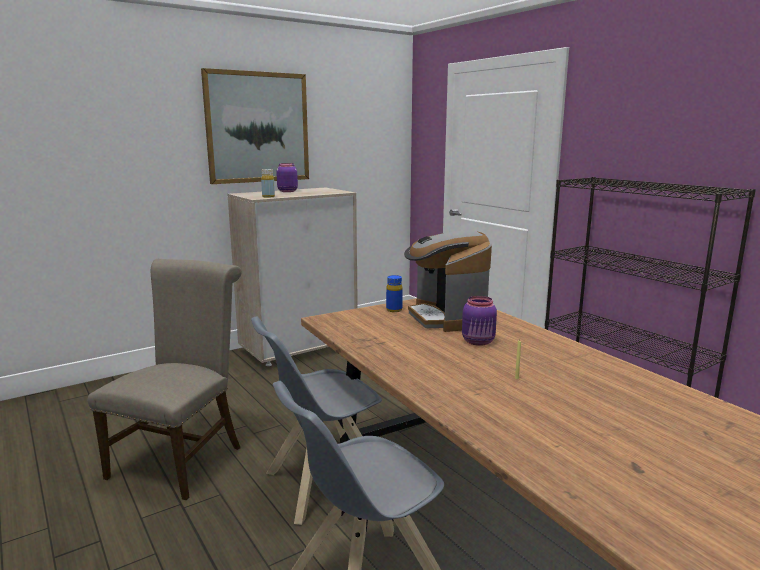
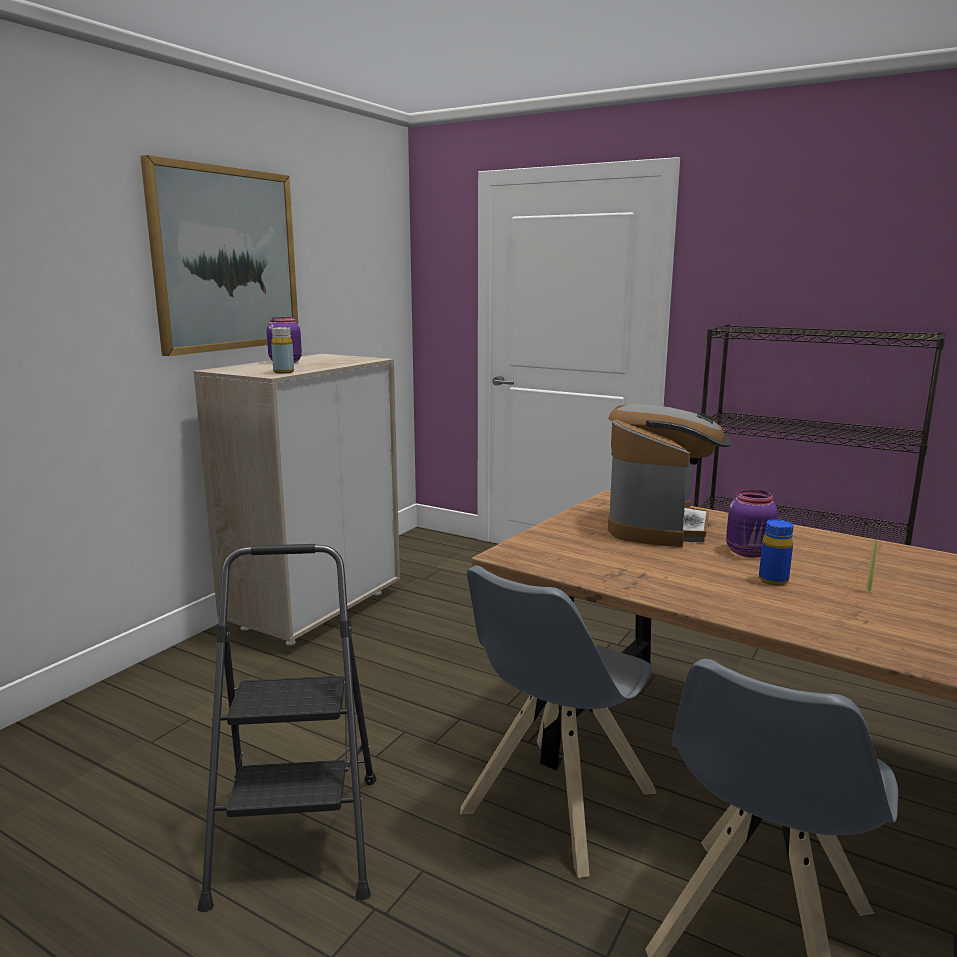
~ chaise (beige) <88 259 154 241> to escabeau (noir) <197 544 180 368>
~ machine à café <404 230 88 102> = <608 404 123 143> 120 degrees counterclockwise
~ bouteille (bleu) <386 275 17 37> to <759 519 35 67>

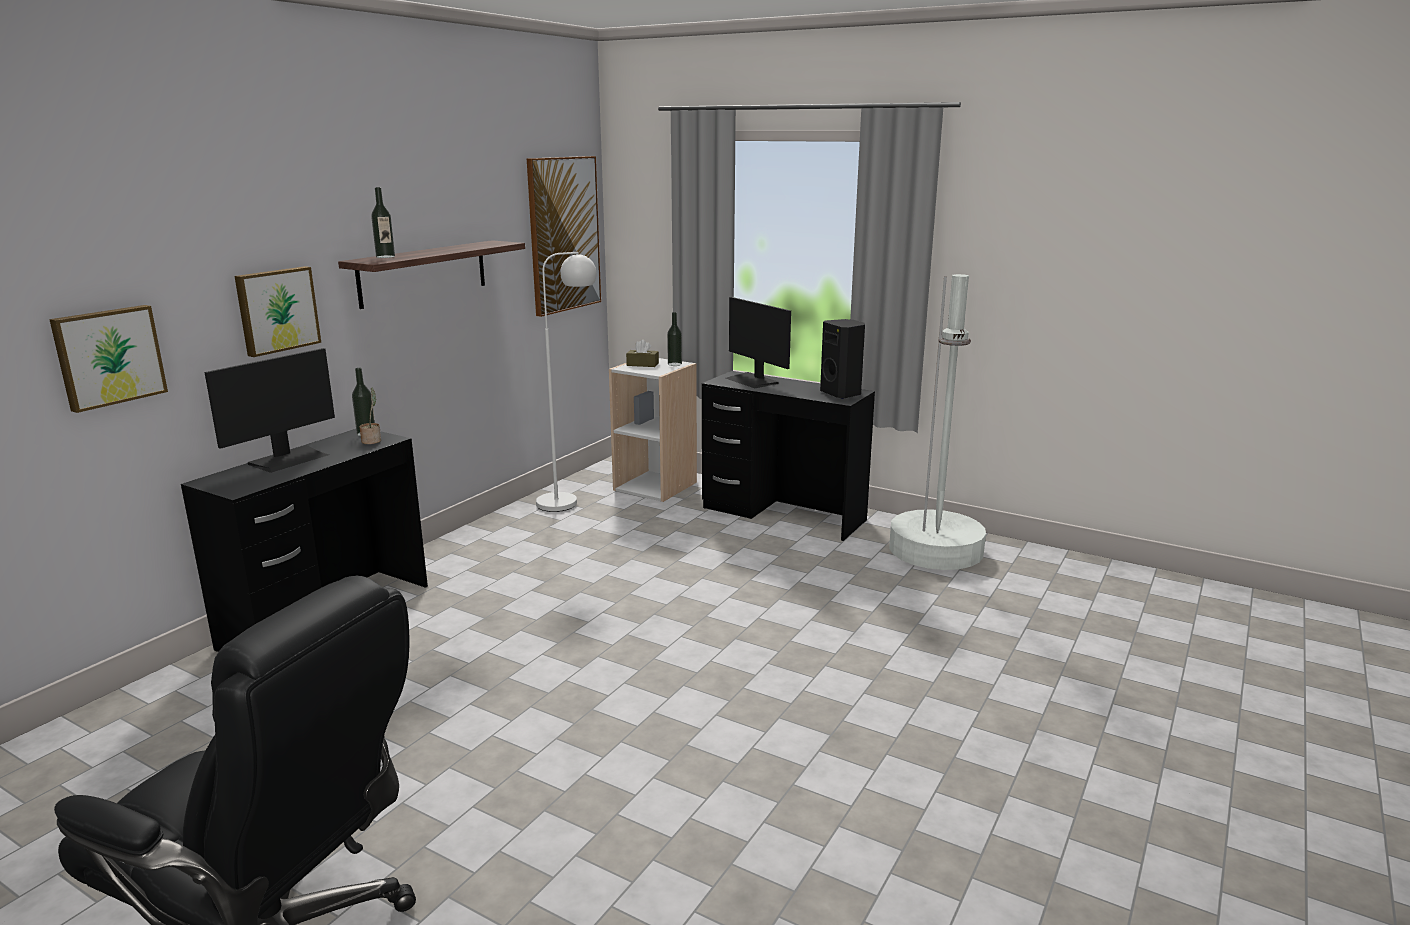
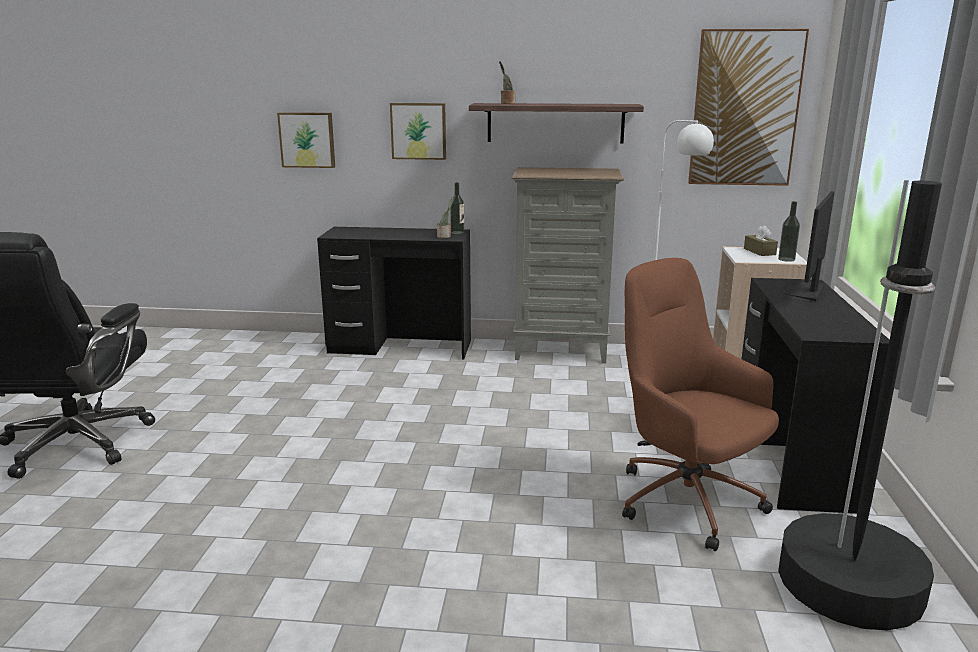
~ bouteille <371 187 24 71> to plante en pot <499 61 16 43>
+ commode (gris) <512 167 112 197>
+ chaise de bureau (marron) <622 258 157 293>
~ lampadaire (blanc) <889 274 97 296> to lampadaire (noir) <778 180 164 450>
- écran d'ordinateur <204 348 131 125>
- enceinte (noir) <820 319 45 80>

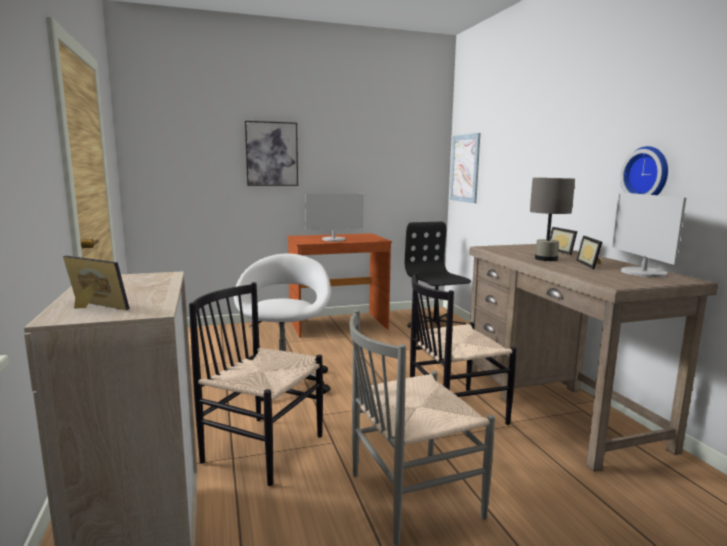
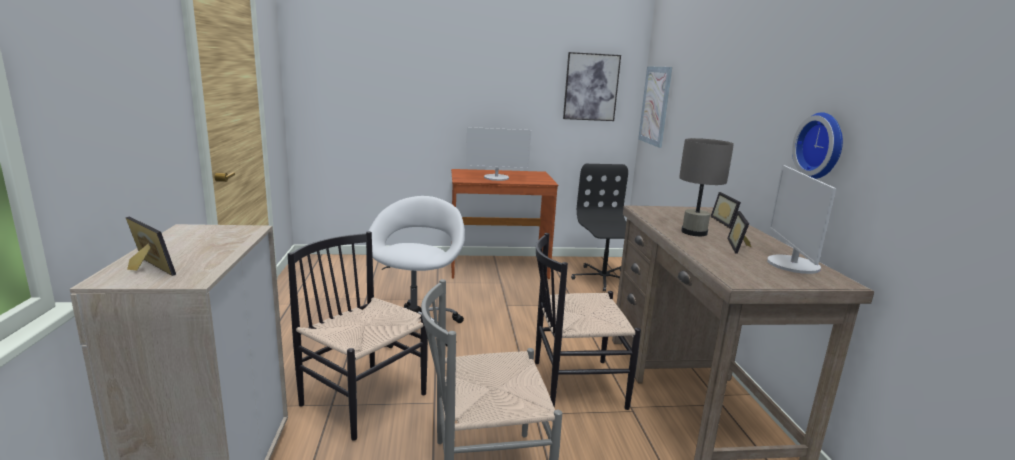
~ tableau <245 121 53 65> to <563 52 58 69>

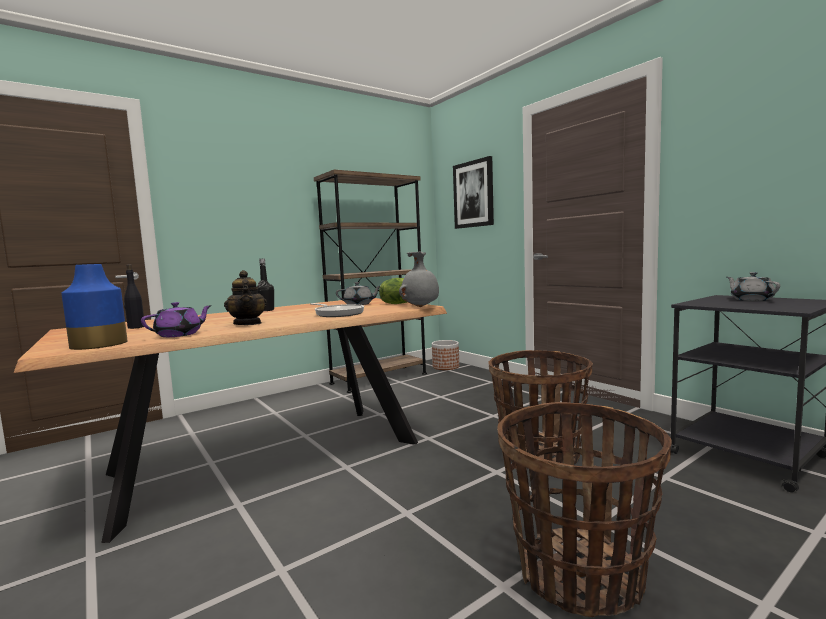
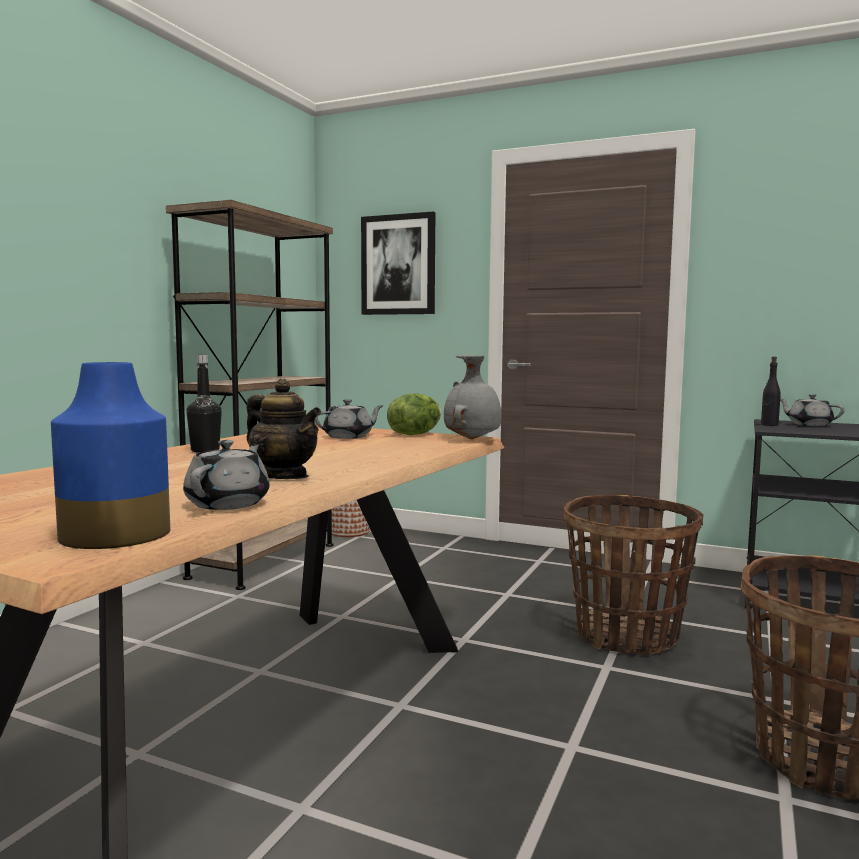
~ théière (violet) <141 302 71 35> to théière (gris) <183 440 87 70>
~ bouteille (noir) <124 264 20 65> to <761 356 20 70>
- poêle <310 303 54 14>

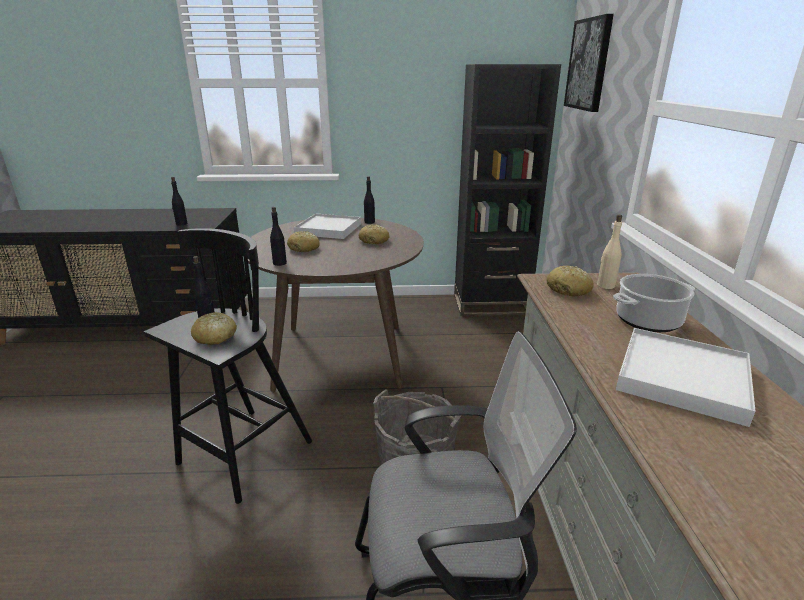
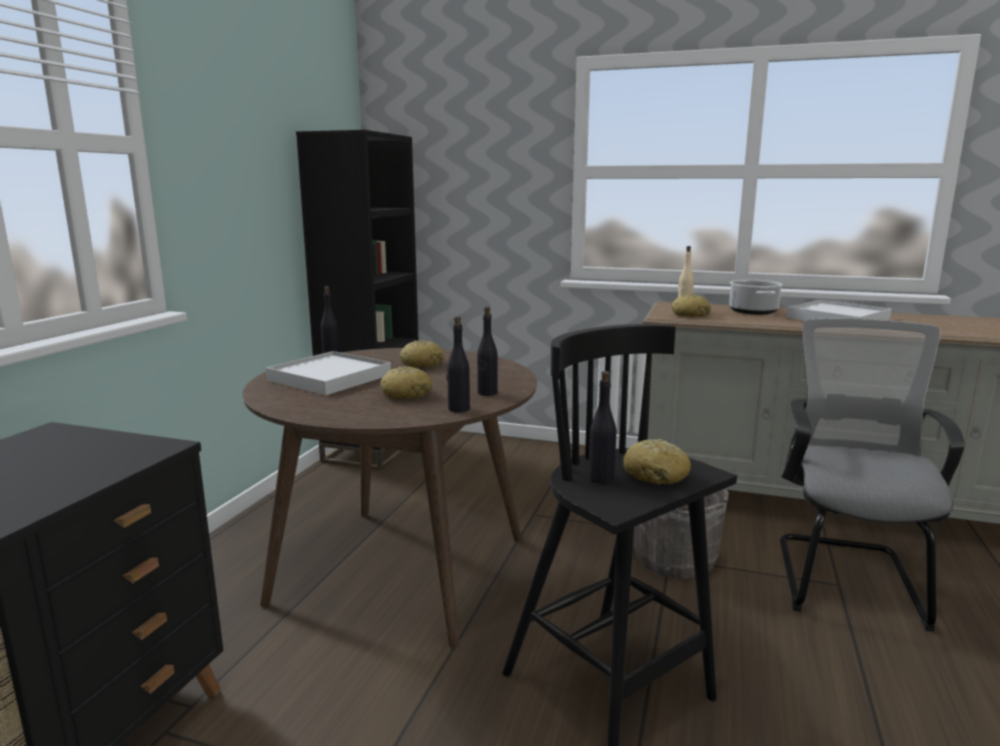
~ bouteille (noir) <171 177 16 48> to <477 307 21 89>
- tableau <564 14 50 98>

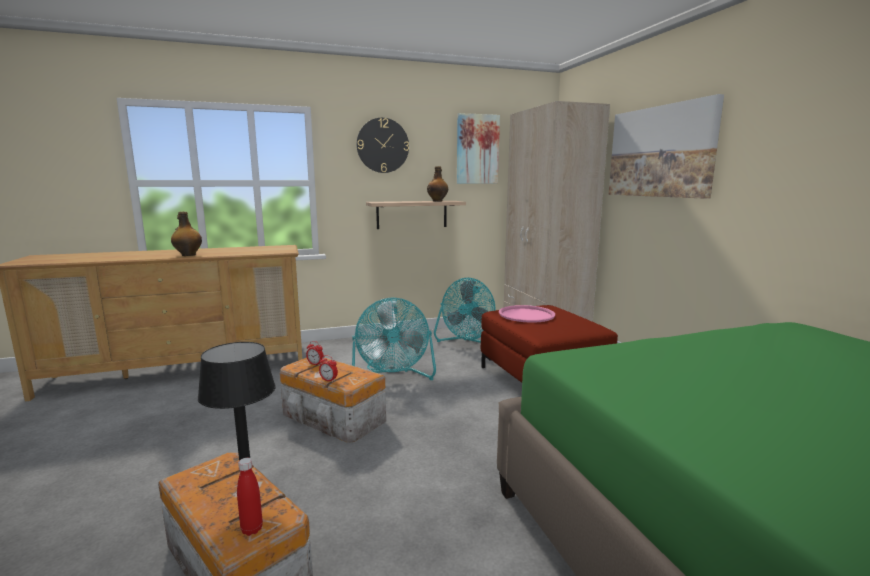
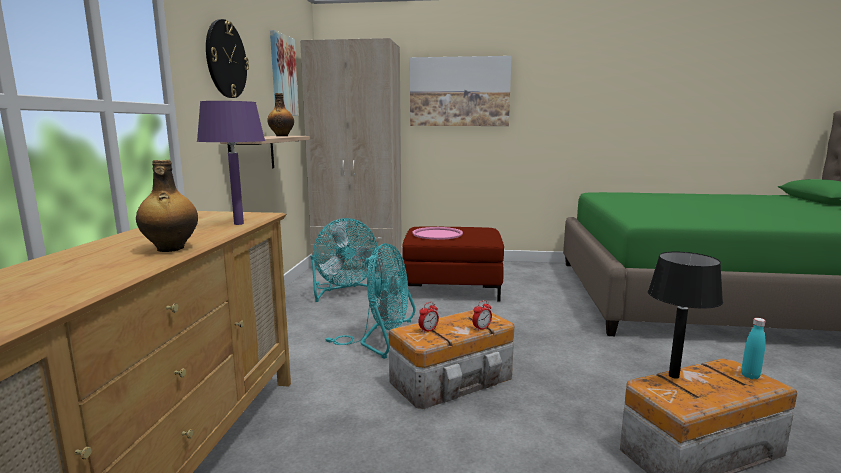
+ lampe de table (violet) <197 101 68 124>
~ bouteille (rouge) <237 458 26 78> to bouteille (turquoise) <741 318 25 61>

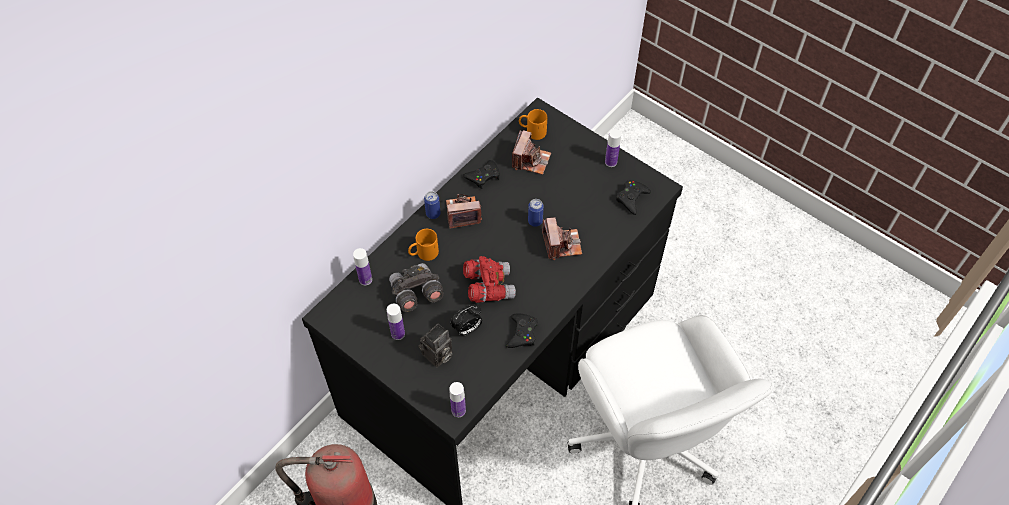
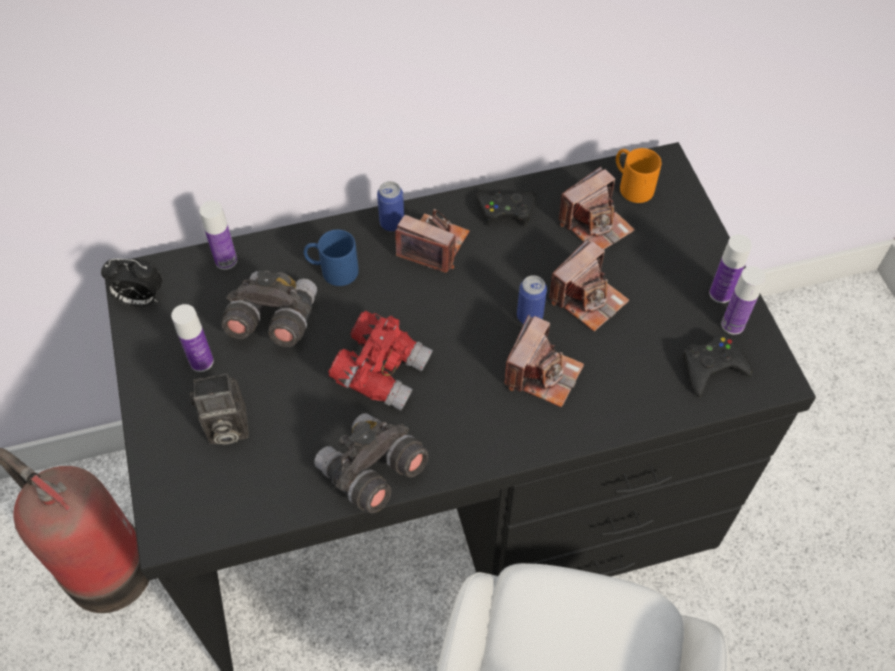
~ réveil <450 304 32 31> to <101 259 61 48>
~ mug (orange) <408 229 31 32> to mug (bleu) <304 230 55 56>
~ manette (noir) <506 313 32 35> to jumelles (gris) <314 413 115 100>
+ appareil photo <549 239 80 92>
~ bouteille <449 382 17 35> to <721 266 45 69>

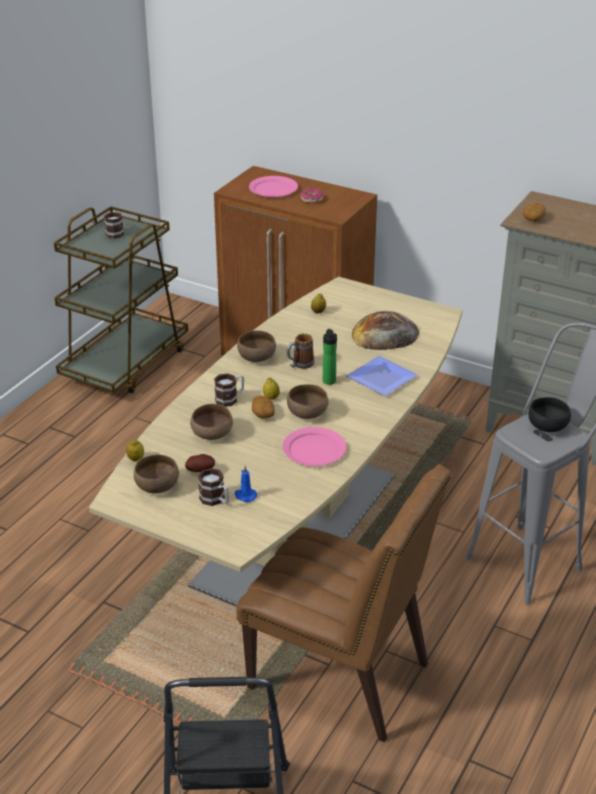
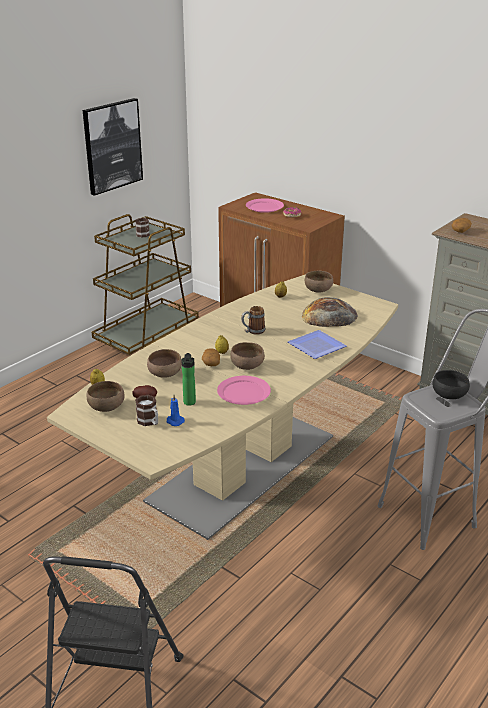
+ tableau <83 98 60 98>
~ bouteille <323 329 14 56> to <181 353 15 53>
~ bol (marron) <237 330 39 32> to <305 271 28 22>
- mug <214 373 30 34>
- chaise (marron) <236 464 215 278>

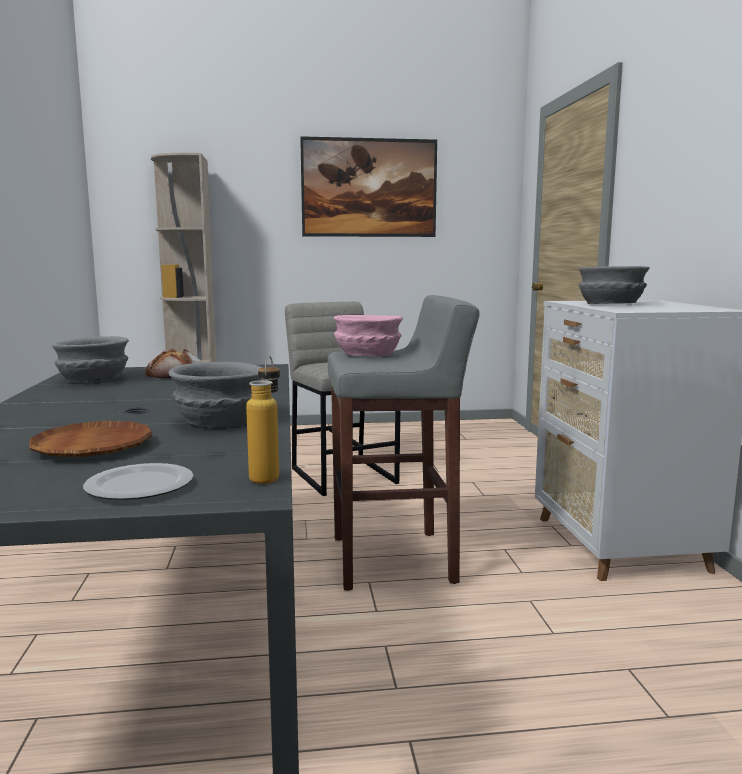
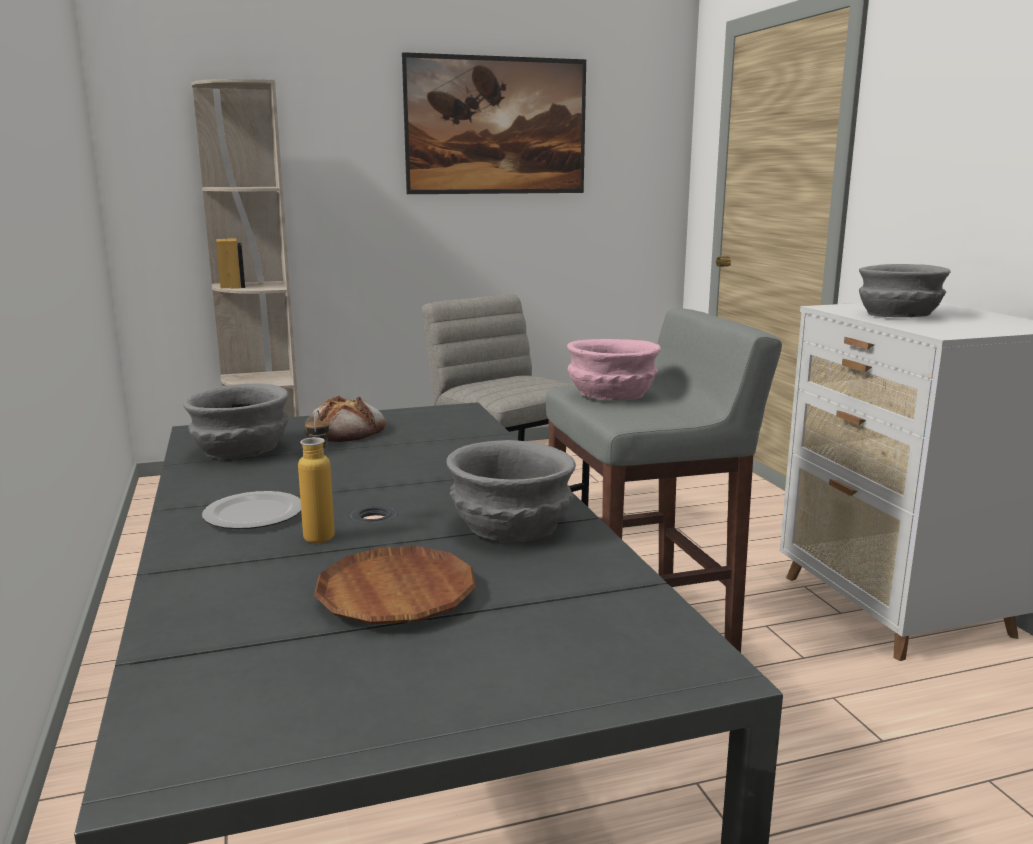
~ assiette <83 463 110 37> to <202 491 99 38>
~ bouteille <246 356 34 128> to <298 410 37 133>

